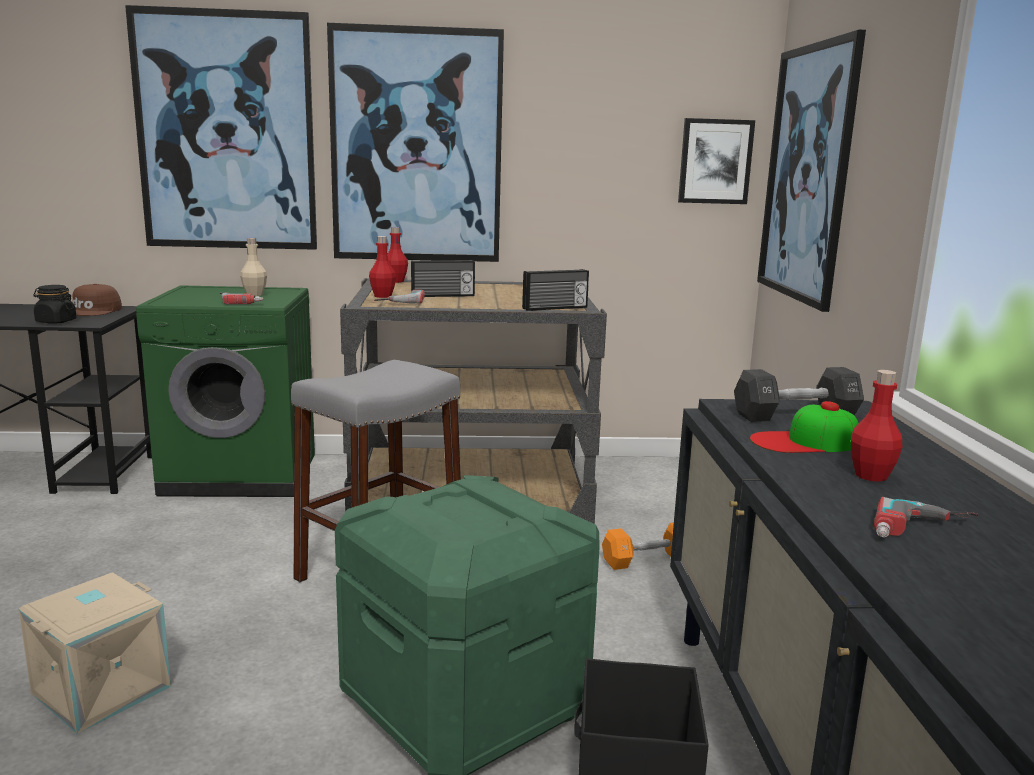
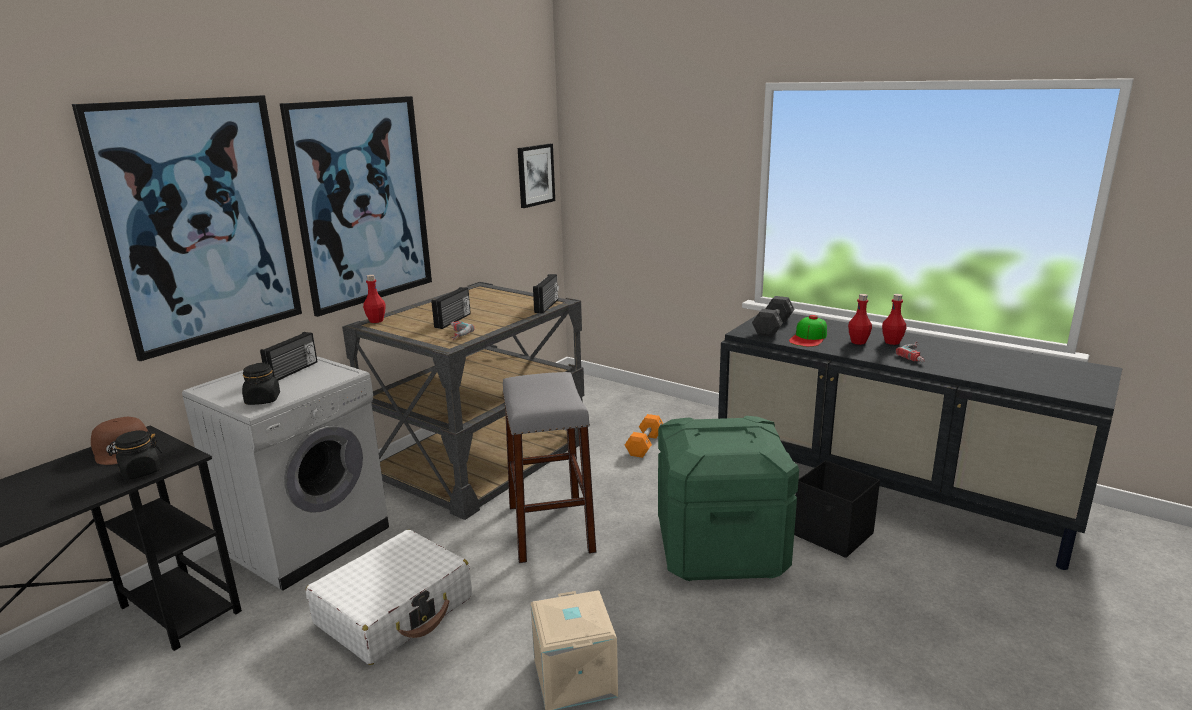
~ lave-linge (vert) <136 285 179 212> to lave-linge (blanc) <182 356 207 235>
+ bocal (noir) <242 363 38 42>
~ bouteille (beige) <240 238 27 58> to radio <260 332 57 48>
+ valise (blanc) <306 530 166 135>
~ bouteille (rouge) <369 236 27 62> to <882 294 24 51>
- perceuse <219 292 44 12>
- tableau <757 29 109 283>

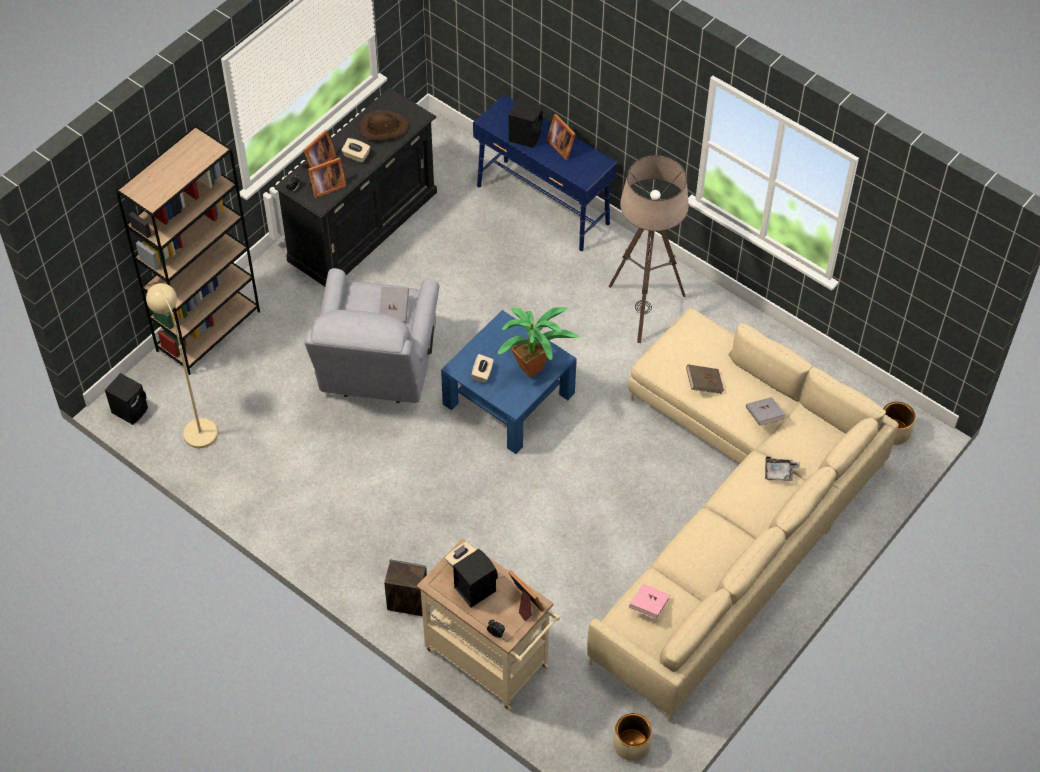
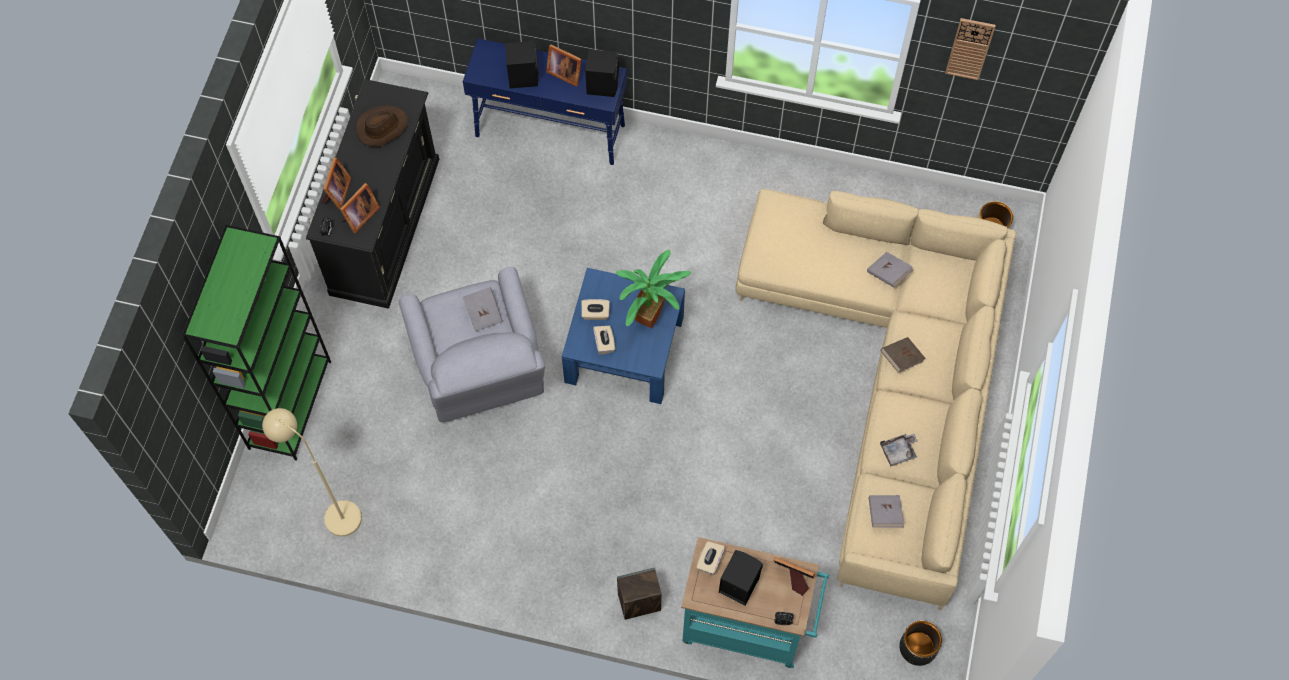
~ bibliothèque (beige) <116 125 144 250> to bibliothèque (vert) <182 225 149 236>
~ boîte à mouchoirs (beige) <341 138 29 25> to <581 299 29 21>
~ enceinte (noir) <105 373 43 52> to <585 49 34 48>
~ chariot (beige) <417 538 143 173> to chariot (turquoise) <681 537 148 131>
~ livre (rose) <629 584 41 36> to livre (gris) <868 495 36 33>
~ plateau (gris) <765 456 35 25> to <880 434 37 33>
~ livre (marron) <686 365 38 29> to <881 337 45 36>
~ cache-pot (beige) <613 713 39 48> to cache-pot (noir) <899 620 43 46>
+ horloge murale <945 18 51 62>
- lampadaire <608 155 81 188>

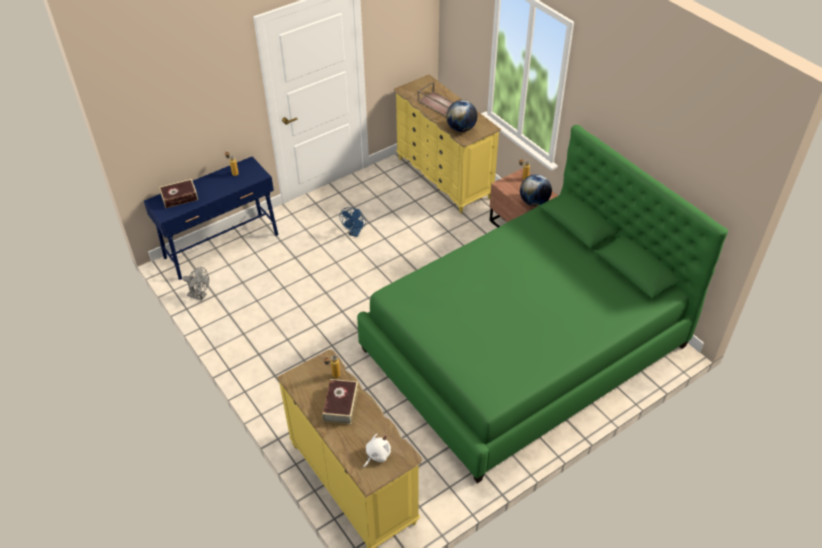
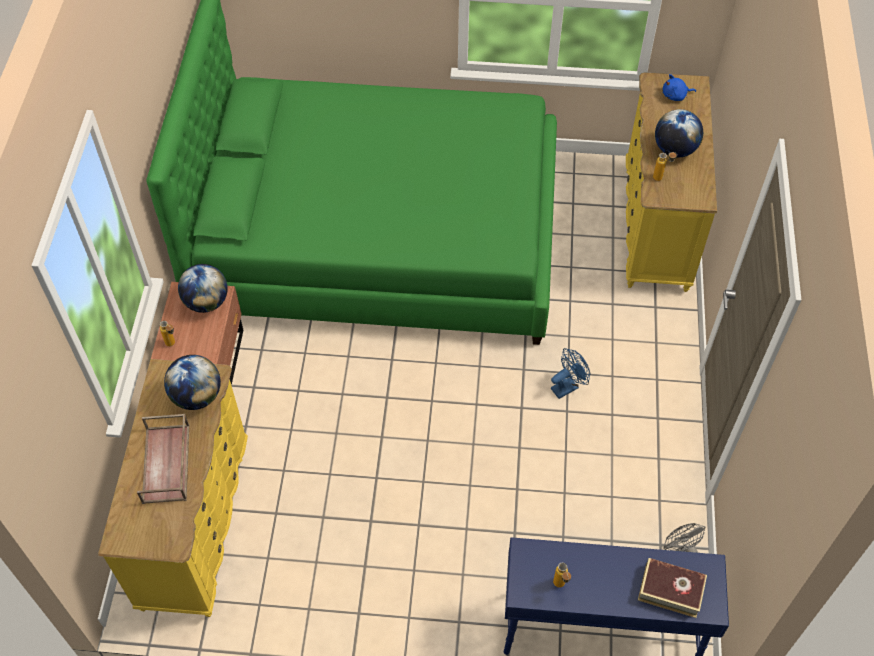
~ ventilateur (bleu) <339 207 27 30> to <551 348 39 51>
~ livre <322 379 37 46> to globe <655 109 48 49>
~ peluche (blanc) <363 434 28 34> to peluche (bleu) <663 74 33 27>

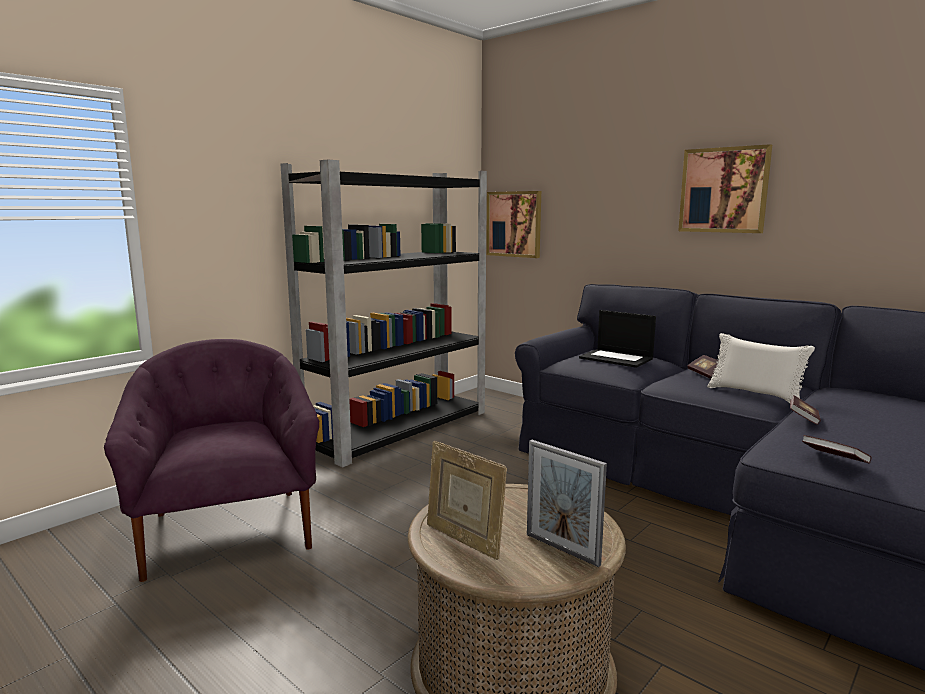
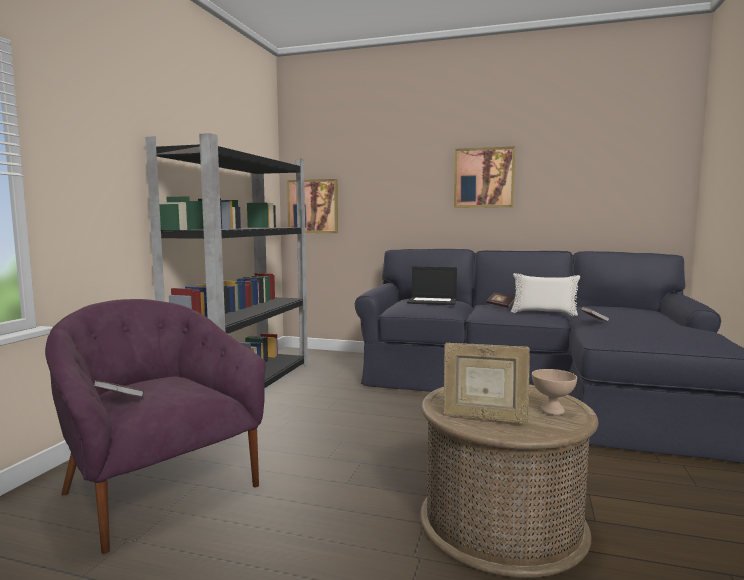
~ livre <802 435 70 29> to <94 380 50 17>
~ cadre photo <527 440 80 127> to bol (beige) <532 369 45 46>

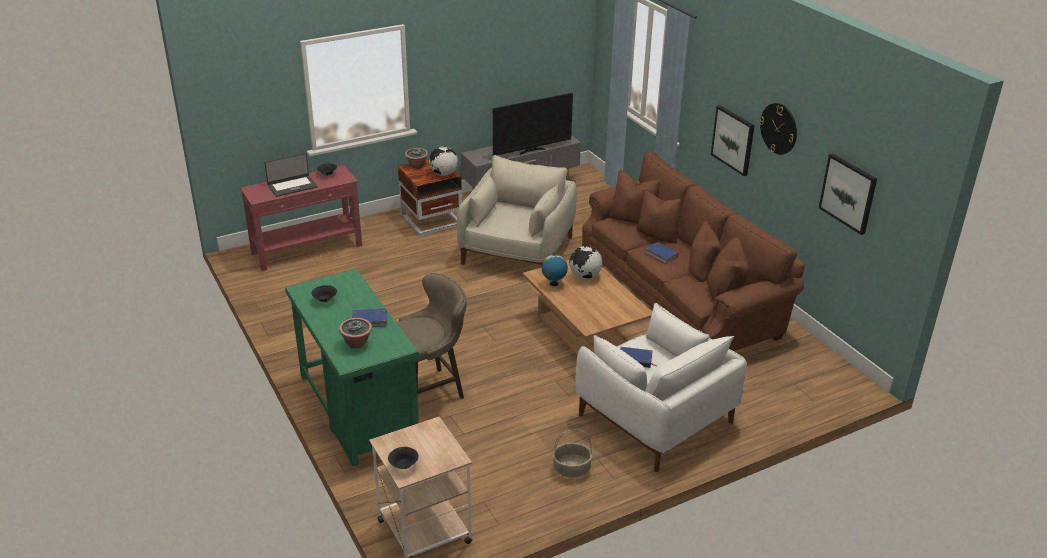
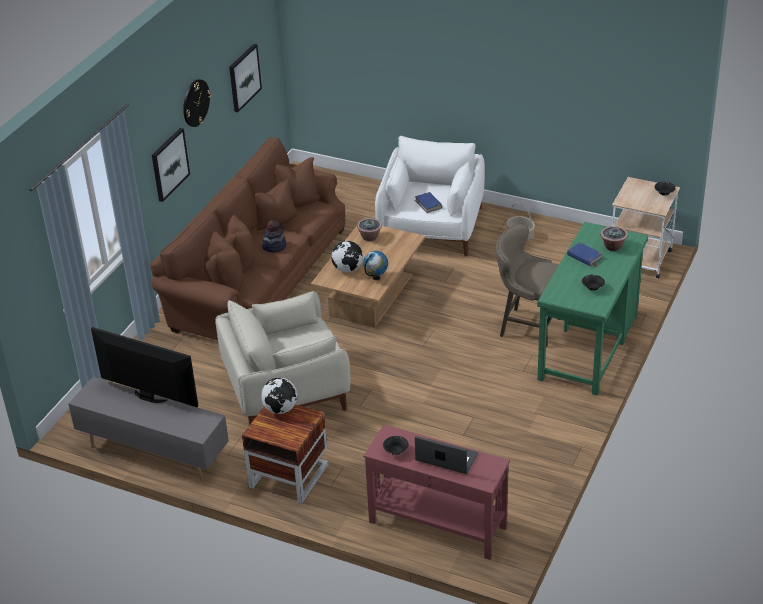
~ livre (bleu) <645 242 33 22> to chapeau <262 220 24 33>
~ plante en pot <405 148 23 21> to <357 218 25 23>

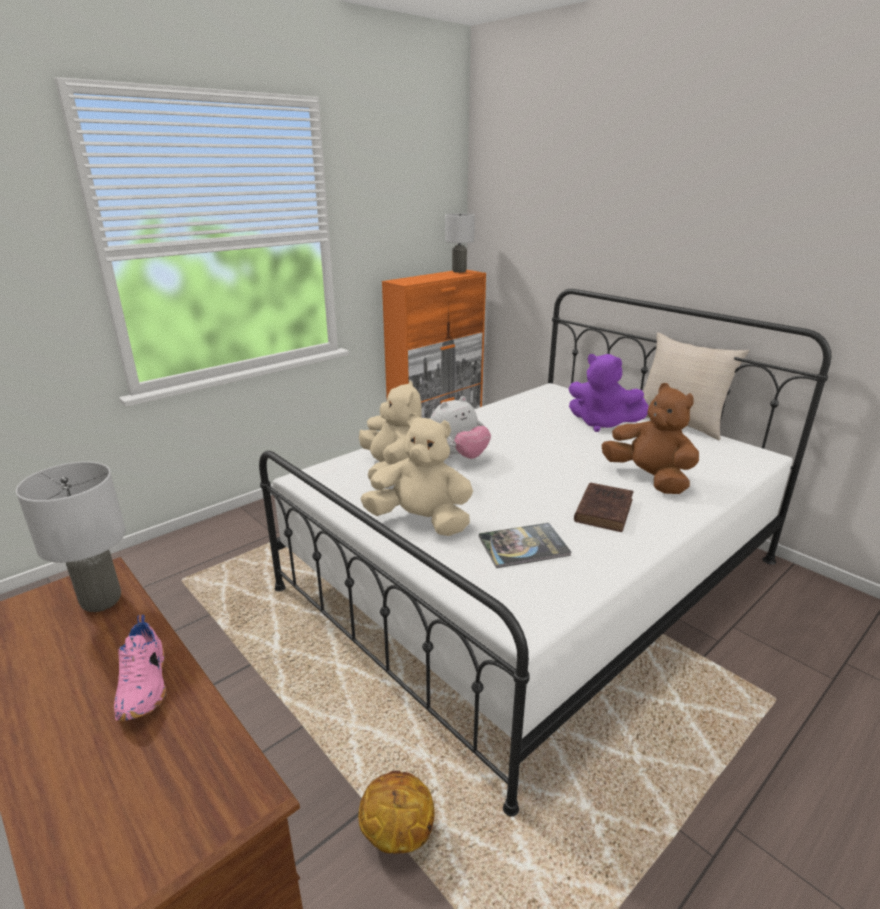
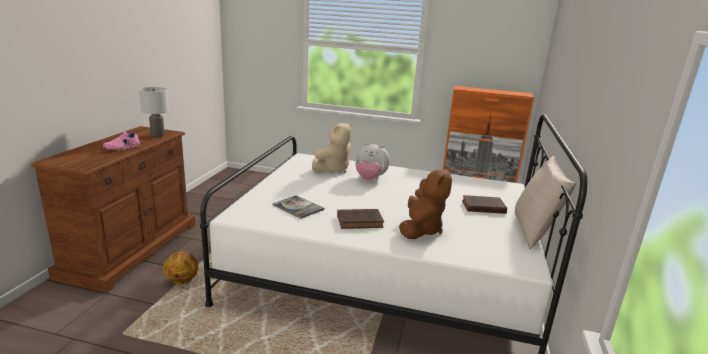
~ peluche (violet) <569 354 80 78> to livre (marron) <462 195 45 19>
- peluche (beige) <360 413 113 123>
- lampe de table (blanc) <445 214 30 59>

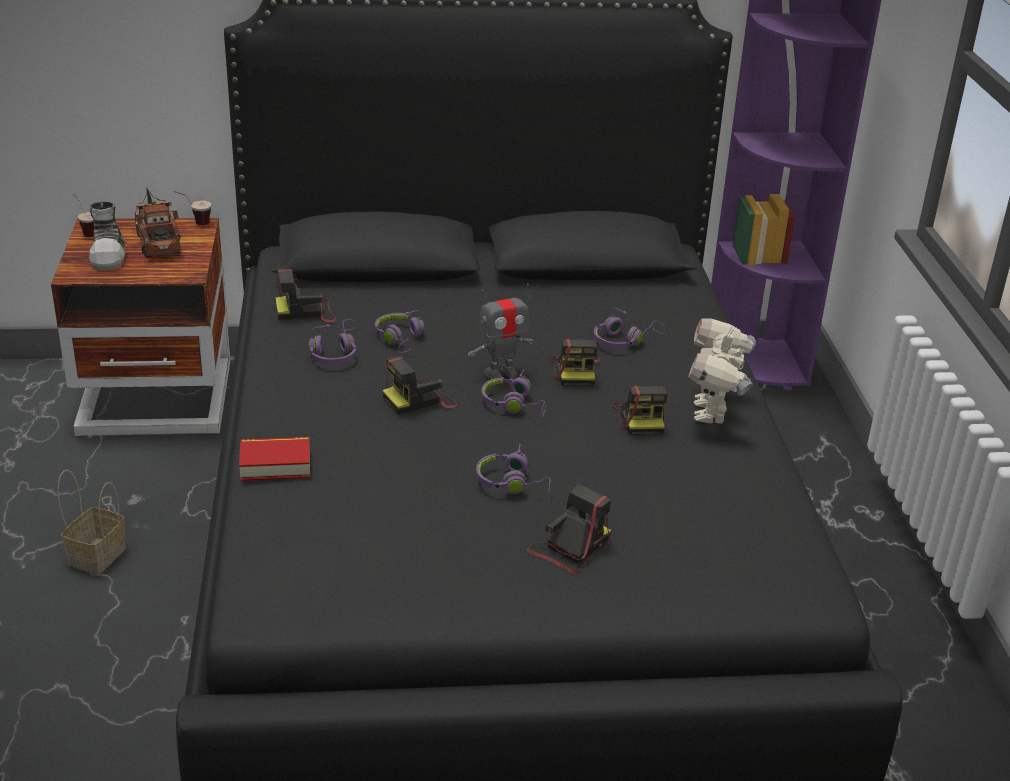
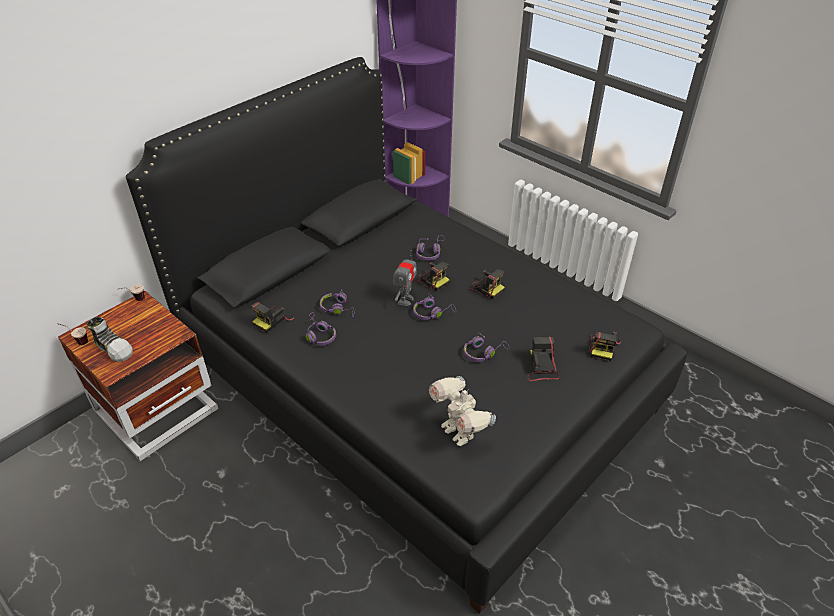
~ robot jouet <689 318 67 106> to <429 376 67 70>
~ appareil photo <382 356 75 58> to <589 332 32 30>
- panier <57 470 69 104>
- camion jouet <135 188 46 70>
- livre <239 437 71 44>

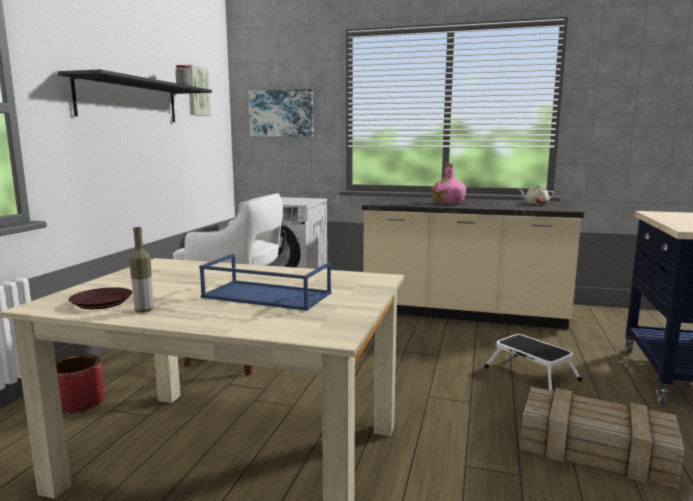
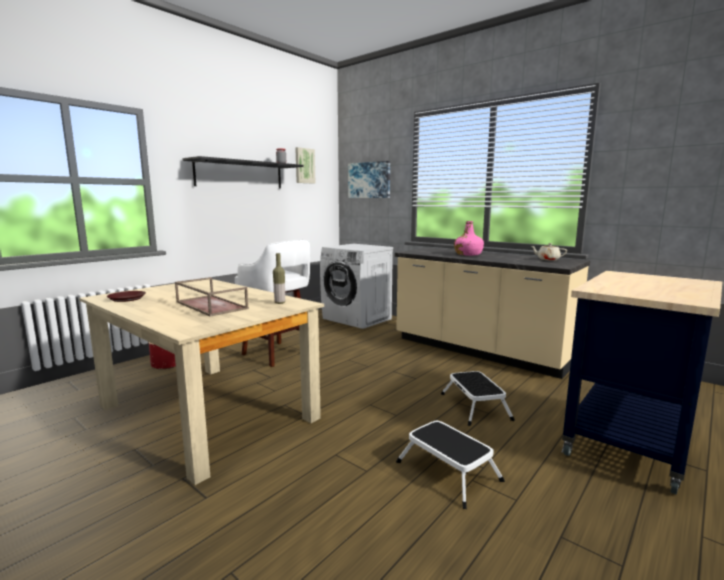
~ plateau (bleu) <199 254 132 57> to plateau (marron) <175 277 74 40>
~ bouteille <129 227 25 86> to <273 253 12 51>
~ caisse <520 387 164 102> to escabeau (noir) <396 421 109 88>

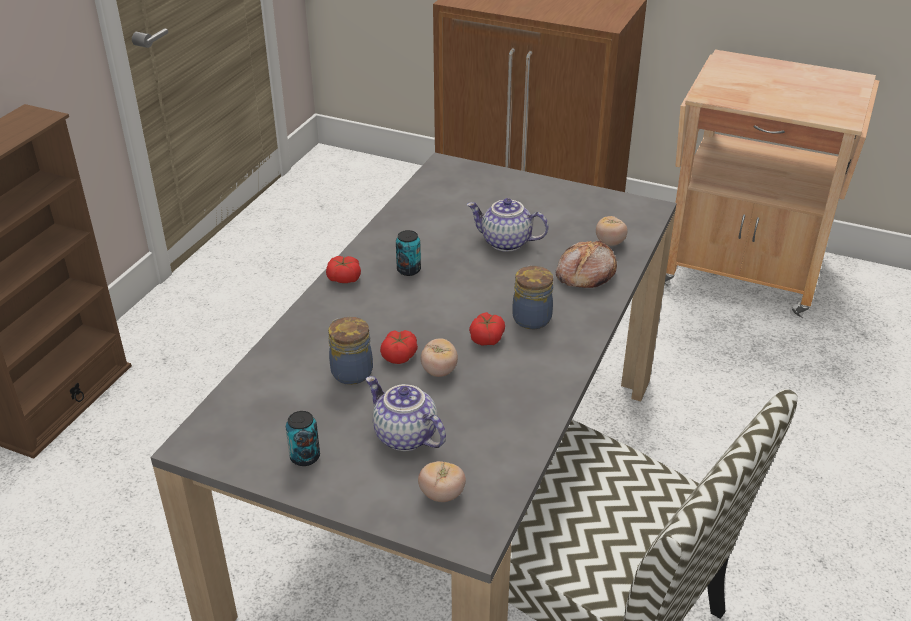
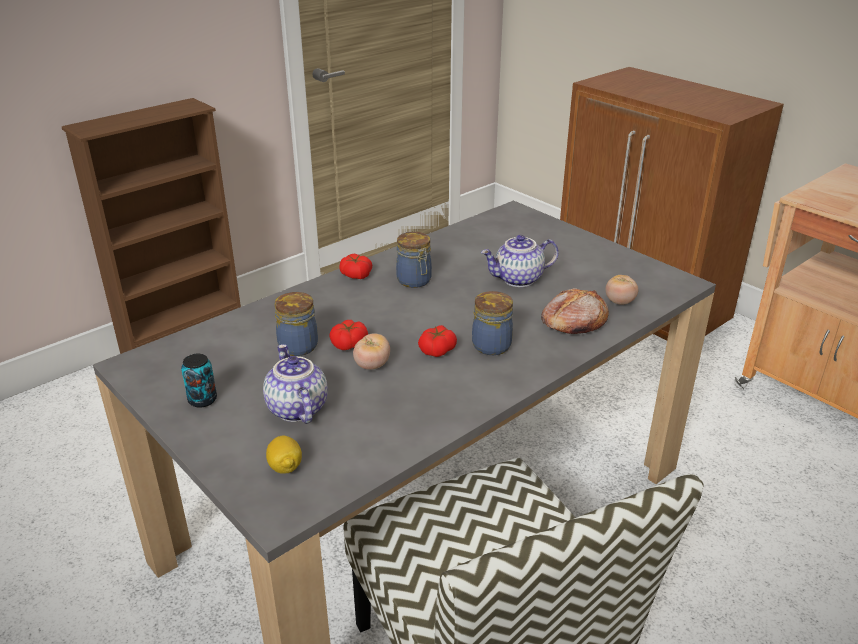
~ tomate <418 461 48 41> to citron <266 436 36 38>
~ boîte métallique <396 230 25 46> to bocal <396 232 36 56>
~ théière <467 198 81 54> = <481 235 78 52> 60 degrees counterclockwise

